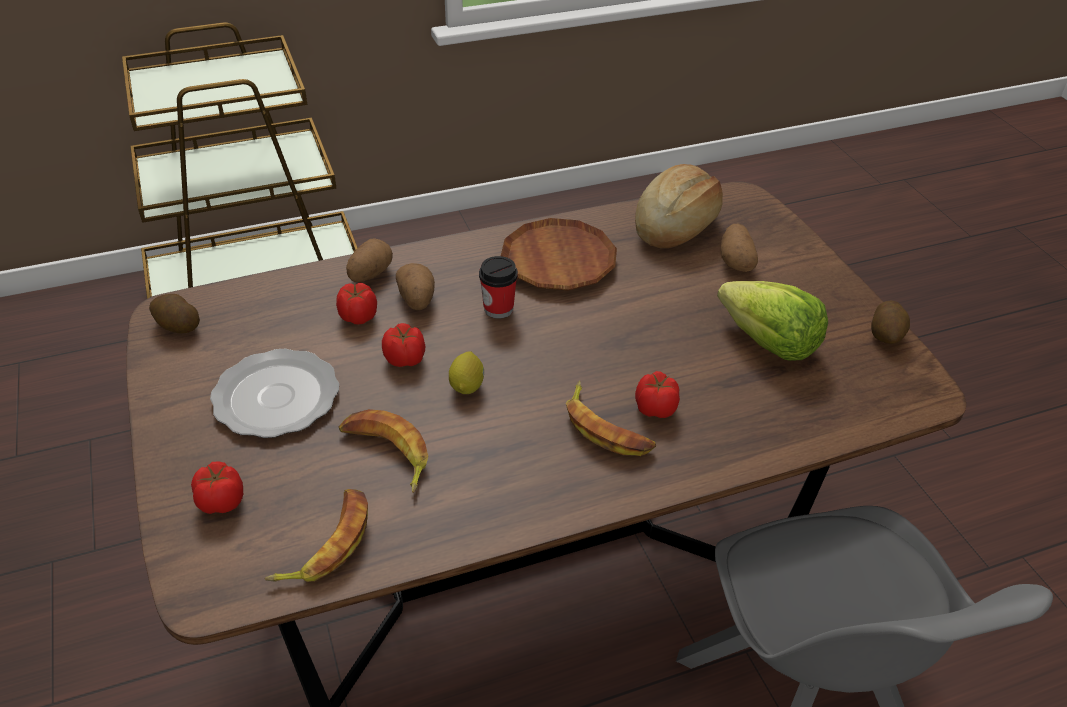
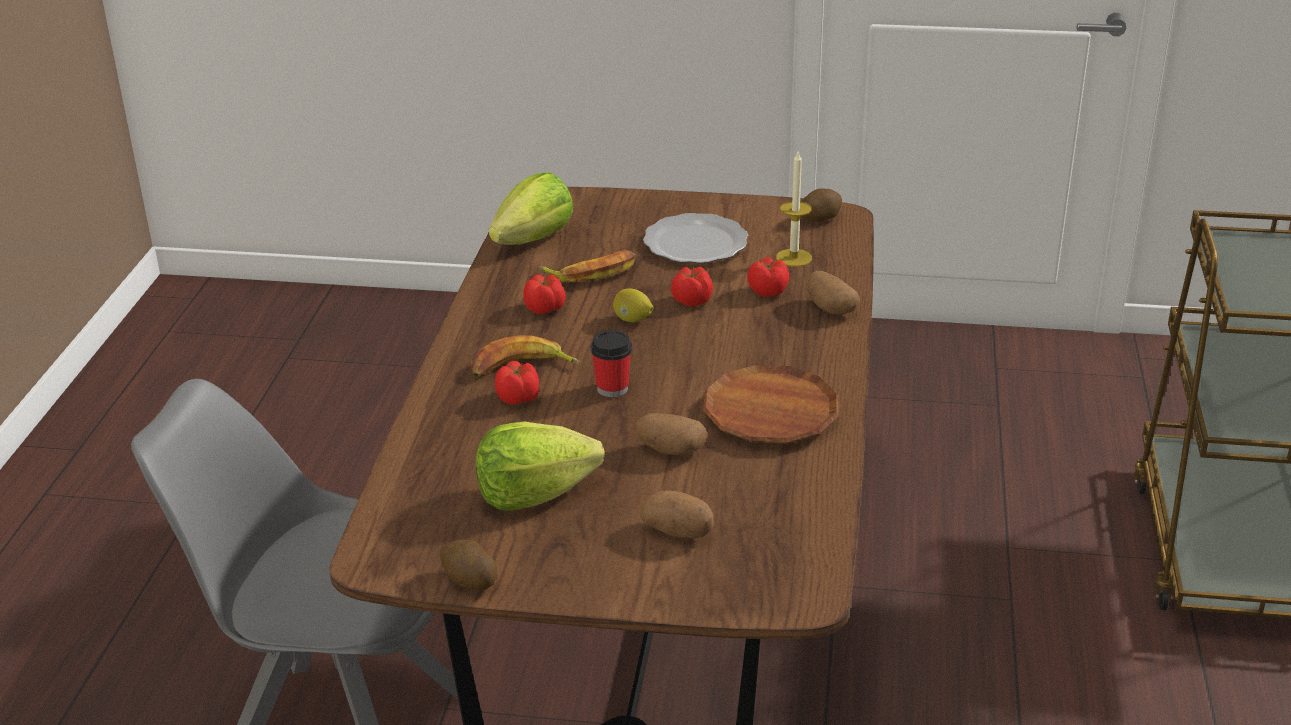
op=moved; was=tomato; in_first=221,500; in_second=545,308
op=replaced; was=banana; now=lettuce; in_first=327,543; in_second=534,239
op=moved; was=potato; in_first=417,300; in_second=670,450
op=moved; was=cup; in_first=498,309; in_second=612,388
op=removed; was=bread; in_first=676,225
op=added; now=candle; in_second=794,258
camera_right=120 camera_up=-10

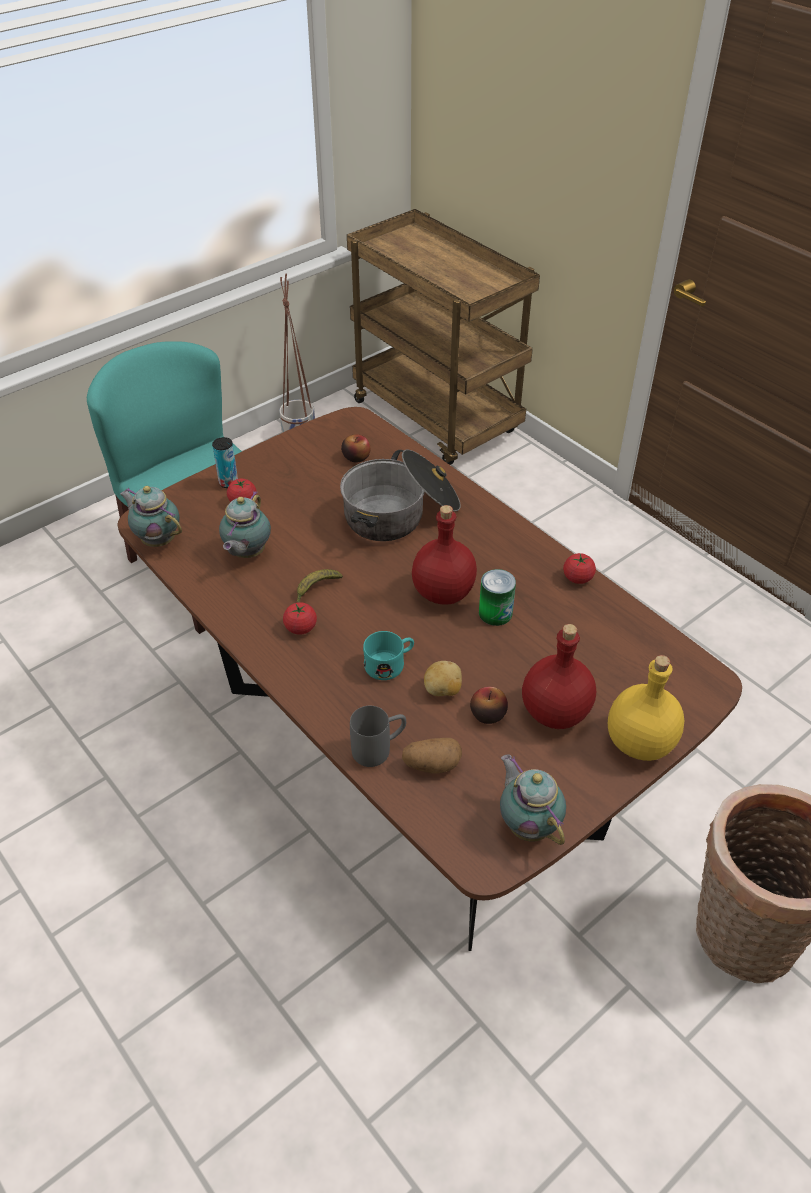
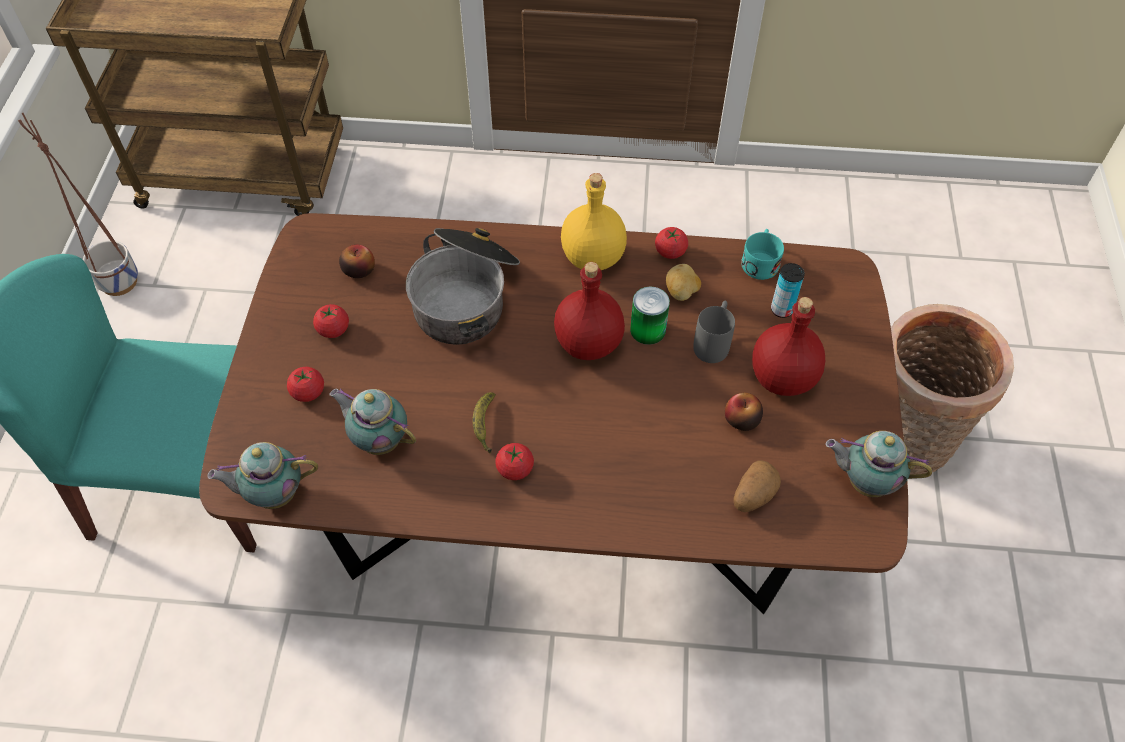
op=moved; was=can; in_first=228,483; in_second=782,309
op=turned; was=teapot; in_first=247,554; in_second=379,440; clockwise=150
op=moved; was=grey mug; in_first=379,748; in_second=713,342
op=moved; was=turquoise mug; in_first=390,663; in_second=760,261
op=moved; was=potato; in_first=442,690; in_second=681,293
op=moved; was=yellow bottle; in_first=638,743; in_second=592,258
op=added; now=tomato; in_second=333,329
camera_right=-45 camera_up=10

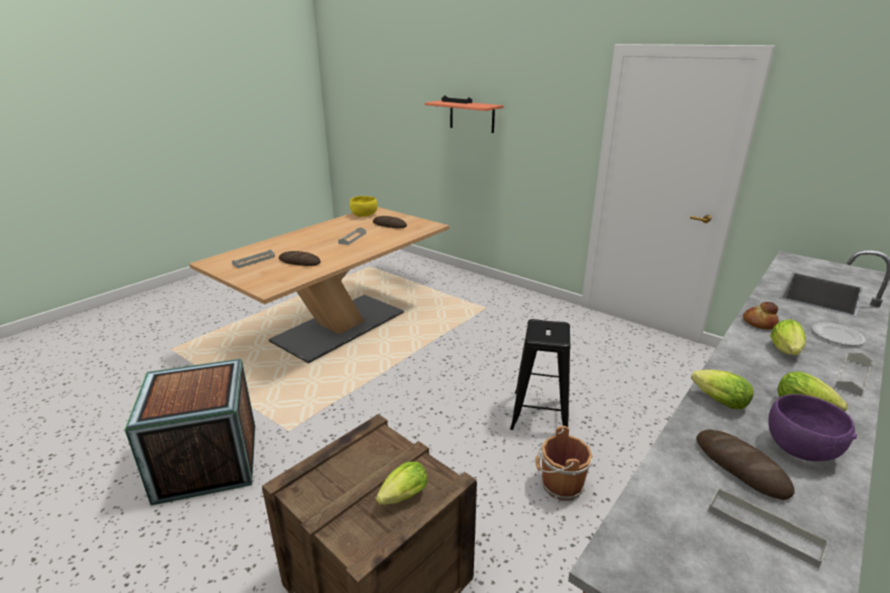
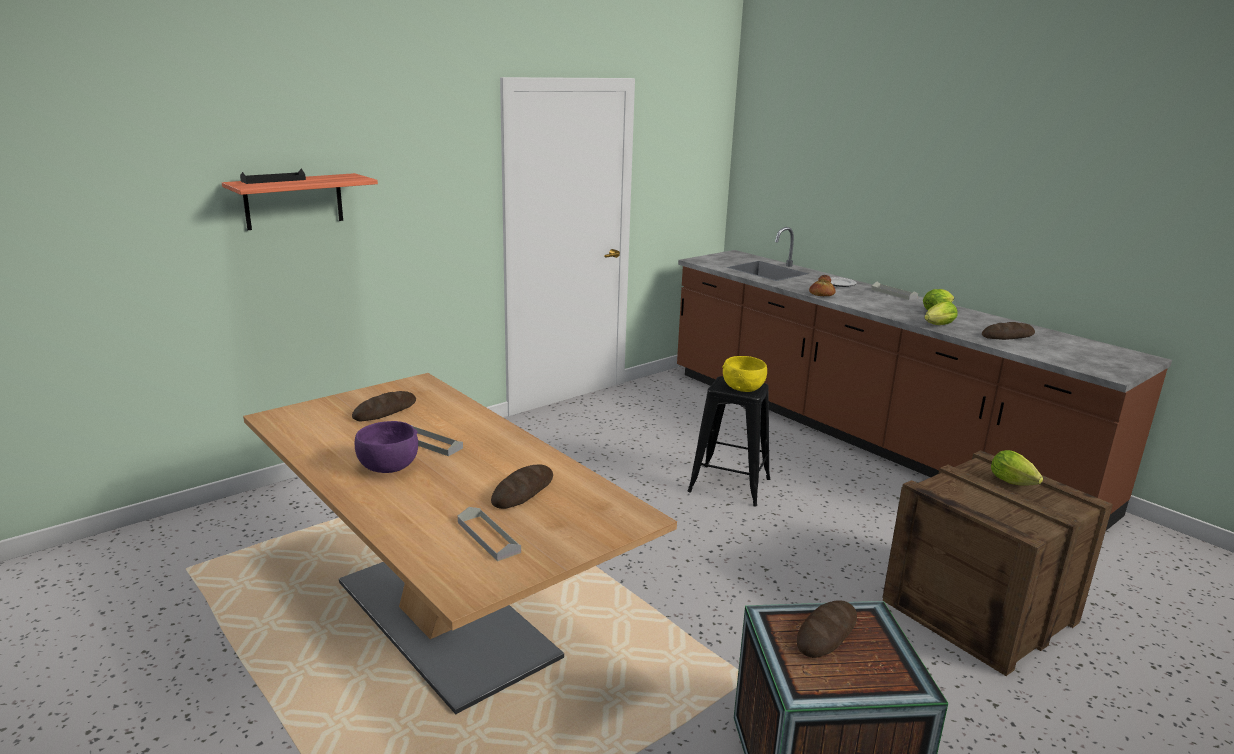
op=moved; was=yellow bowl; in_first=364,215; in_second=743,388
op=removed; was=brown bucket; in_first=560,485
op=removed; was=grey tray; in_first=764,528
op=moved; was=purple bowl; in_first=800,448; in_second=388,467
op=removed; was=lettuce; in_first=786,352
op=added; now=bread; in_second=826,633
camera_right=-80 camera_up=-5

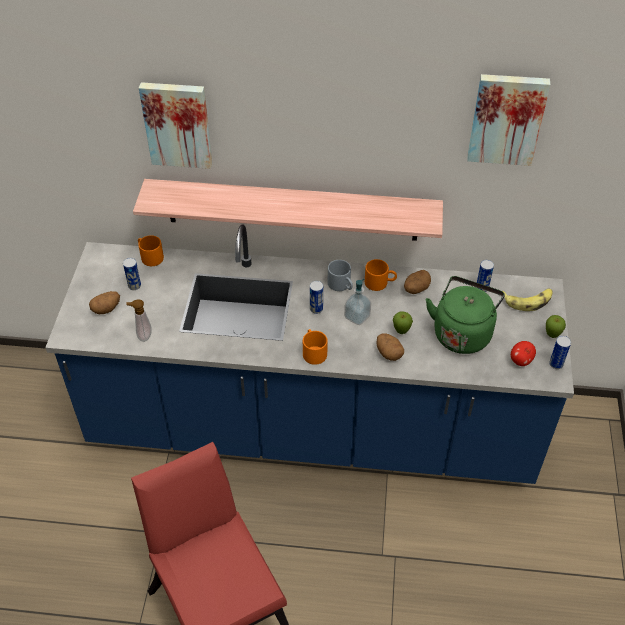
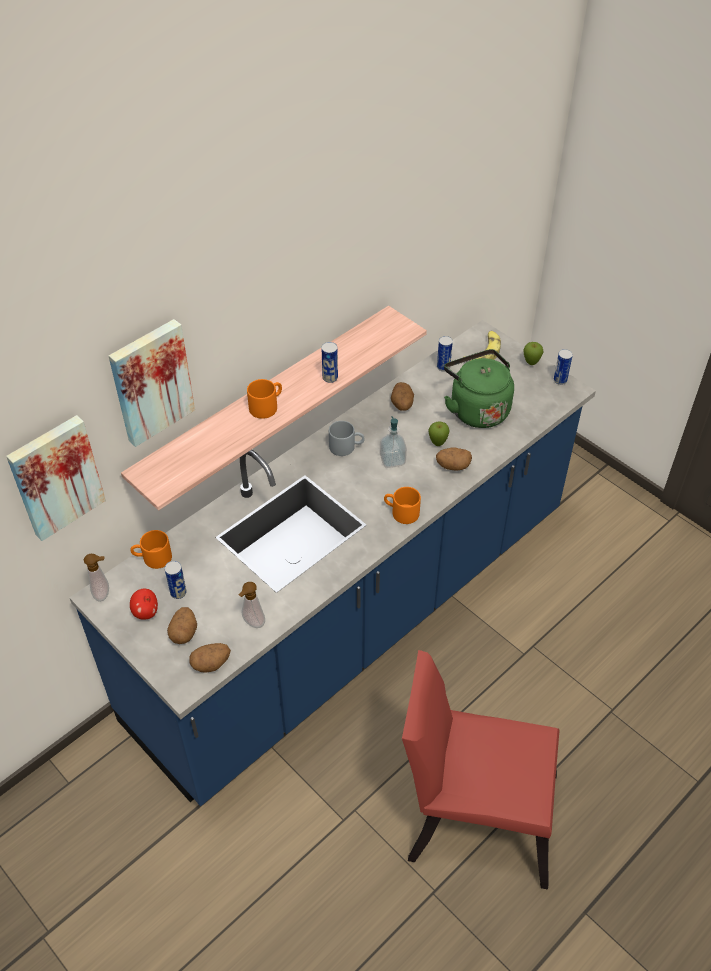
op=moved; was=can; in_first=316,309; in_second=330,378
op=moved; was=orange mug; in_first=380,282; in_second=266,405
op=moved; was=picture; in_first=506,118; in_second=55,476
op=moved; was=apple; in_first=521,360; in_second=146,612
op=added; now=soap dispenser; in_second=104,594
op=added; now=potato; in_second=211,663
camera_right=-50 camera_up=0

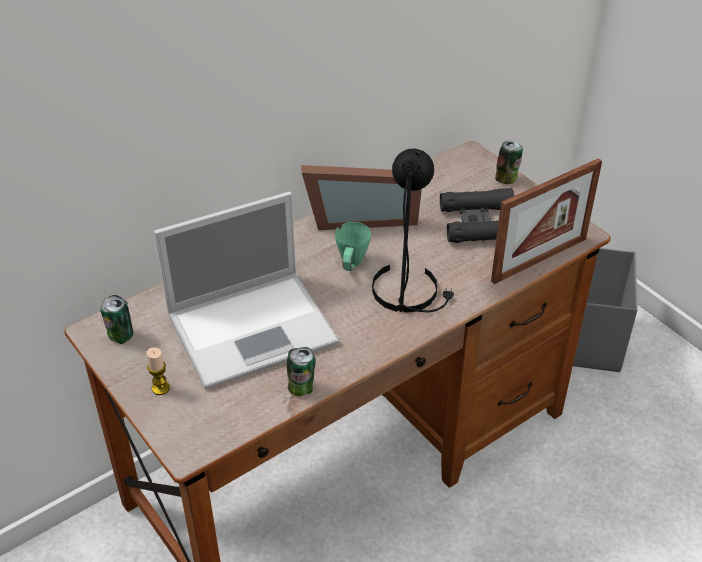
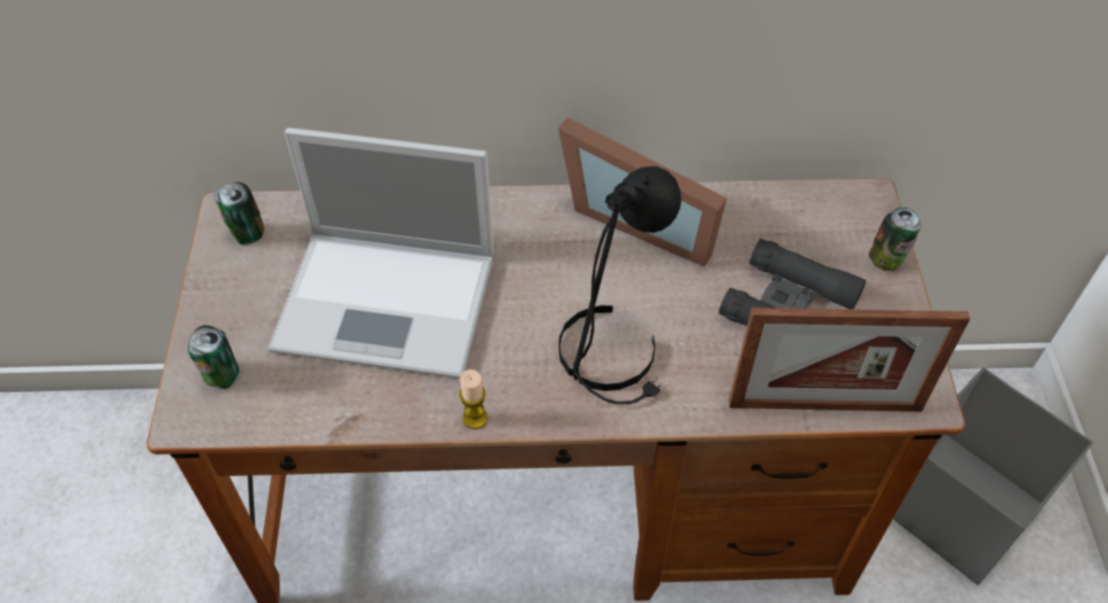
op=moved; was=candle; in_first=160,388; in_second=475,418
op=moved; was=can; in_first=301,389; in_second=222,377
op=removed; was=green mug; in_first=351,266
camera_right=35 camera_up=10

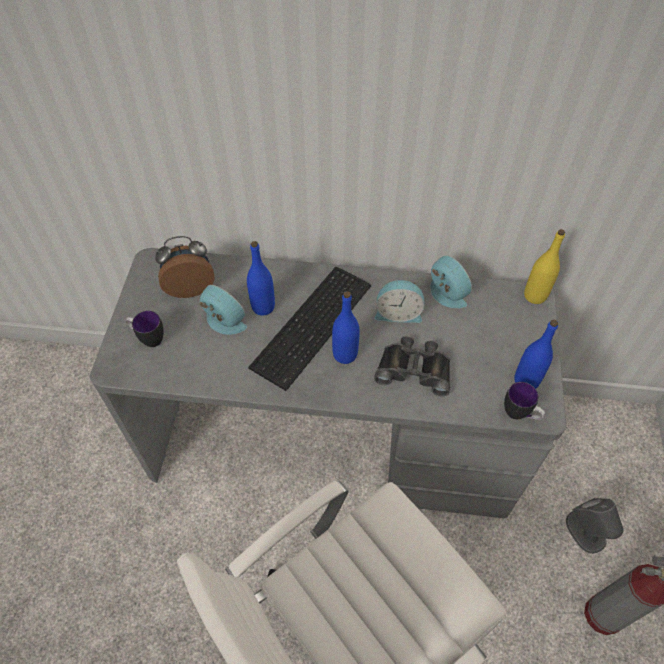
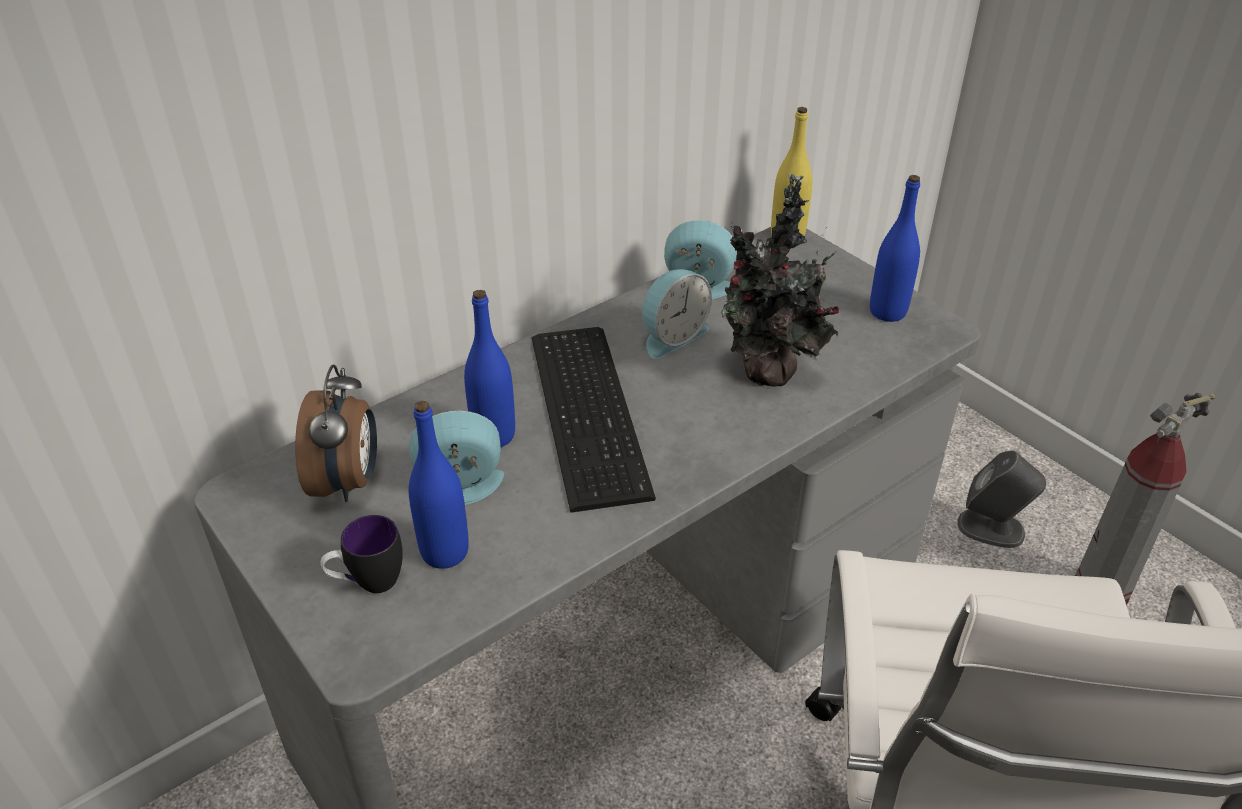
op=turned; was=alarm clock; in_first=190,286; in_second=348,481; clockwise=150
op=moved; was=blue bottle; in_first=345,354; in_second=445,552
op=replaced; was=black binoculars; now=potted plant; in_first=414,369; in_second=767,375
op=removed; was=mug; in_first=520,415
camera_right=-45 camera_up=-15

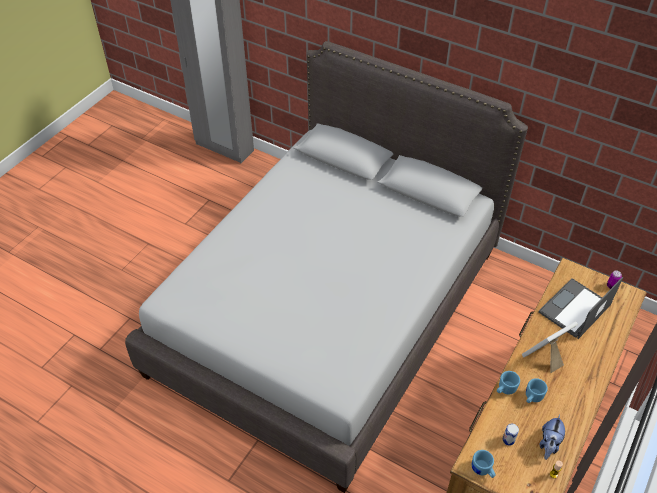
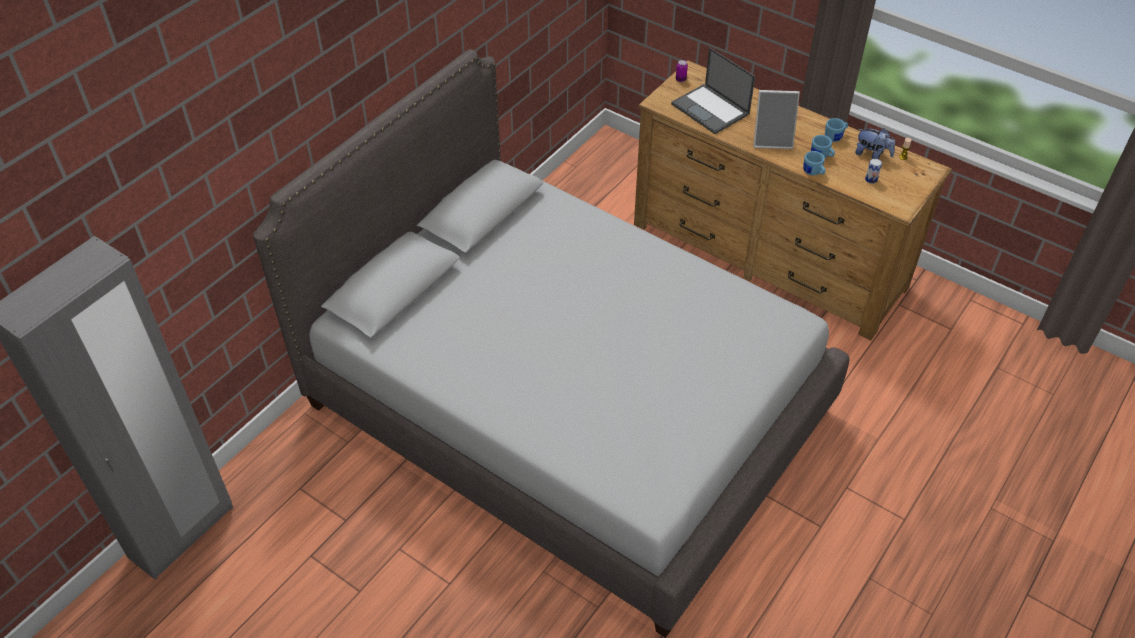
op=moved; was=blue mug; in_first=482,470; in_second=835,137
op=turned; was=picture frame; in_first=544,357; in_second=772,139; clockwise=-60
camera_right=-85 camera_up=0

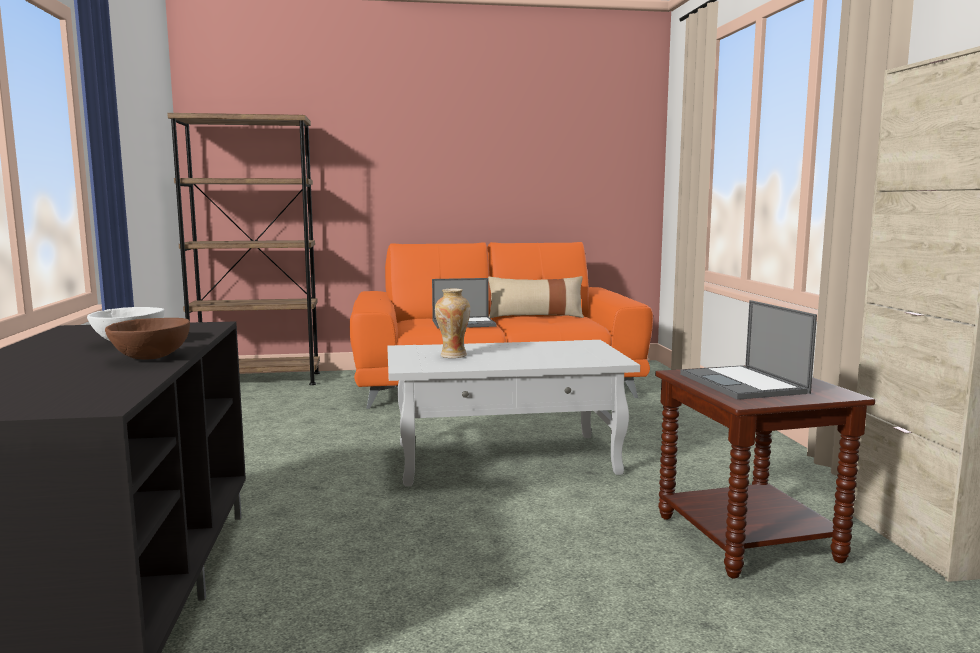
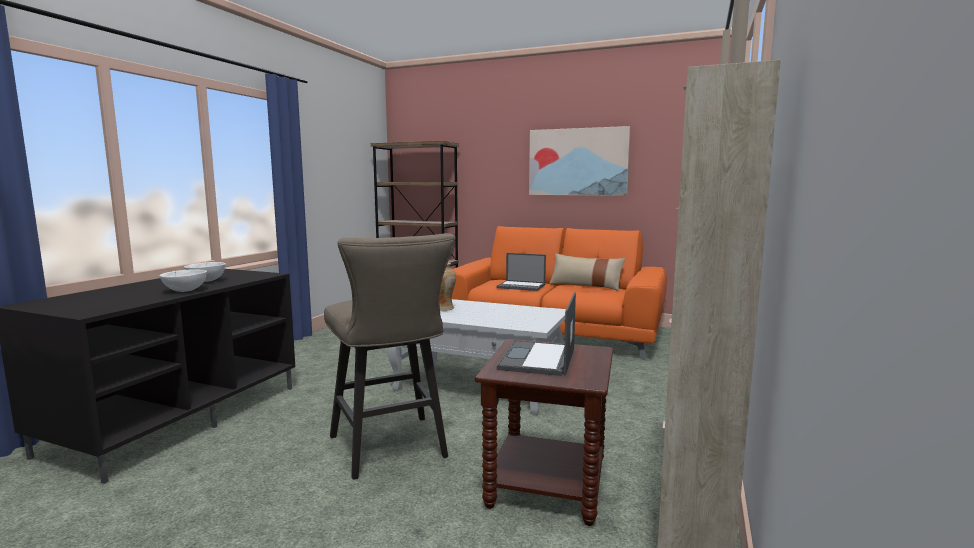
op=recoloured; was=brown bowl; now=white bowl; in_first=151,358; in_second=185,291
op=added; now=beige stool; in_second=391,450
op=added; now=picture; in_second=578,162
camera_right=30 camera_up=0

